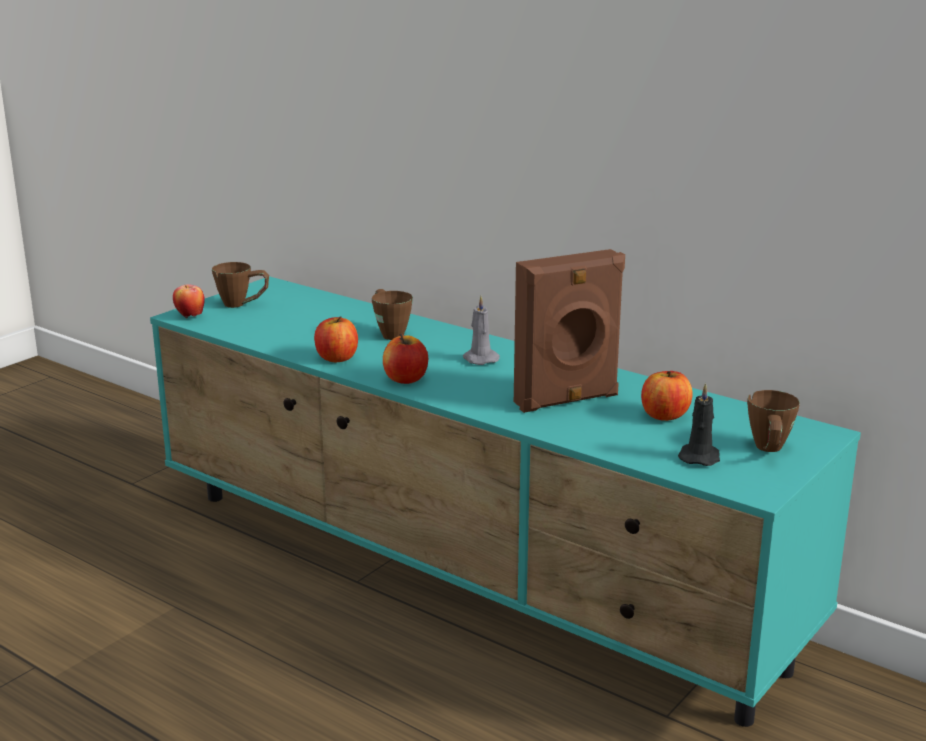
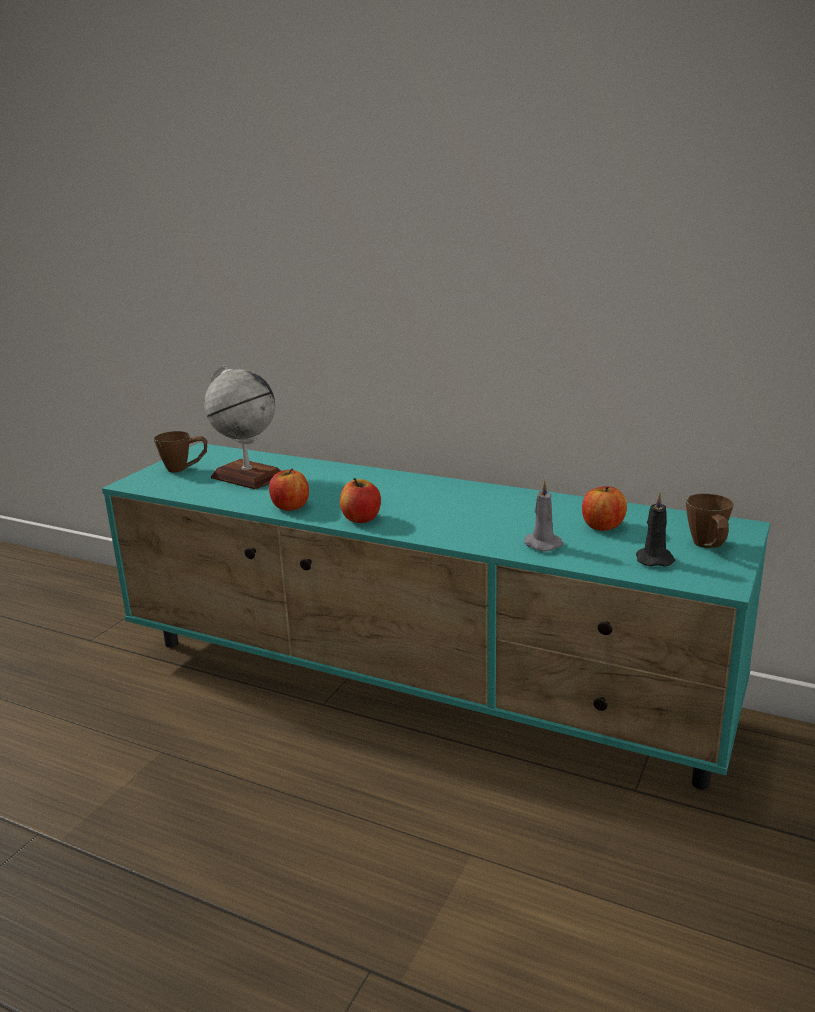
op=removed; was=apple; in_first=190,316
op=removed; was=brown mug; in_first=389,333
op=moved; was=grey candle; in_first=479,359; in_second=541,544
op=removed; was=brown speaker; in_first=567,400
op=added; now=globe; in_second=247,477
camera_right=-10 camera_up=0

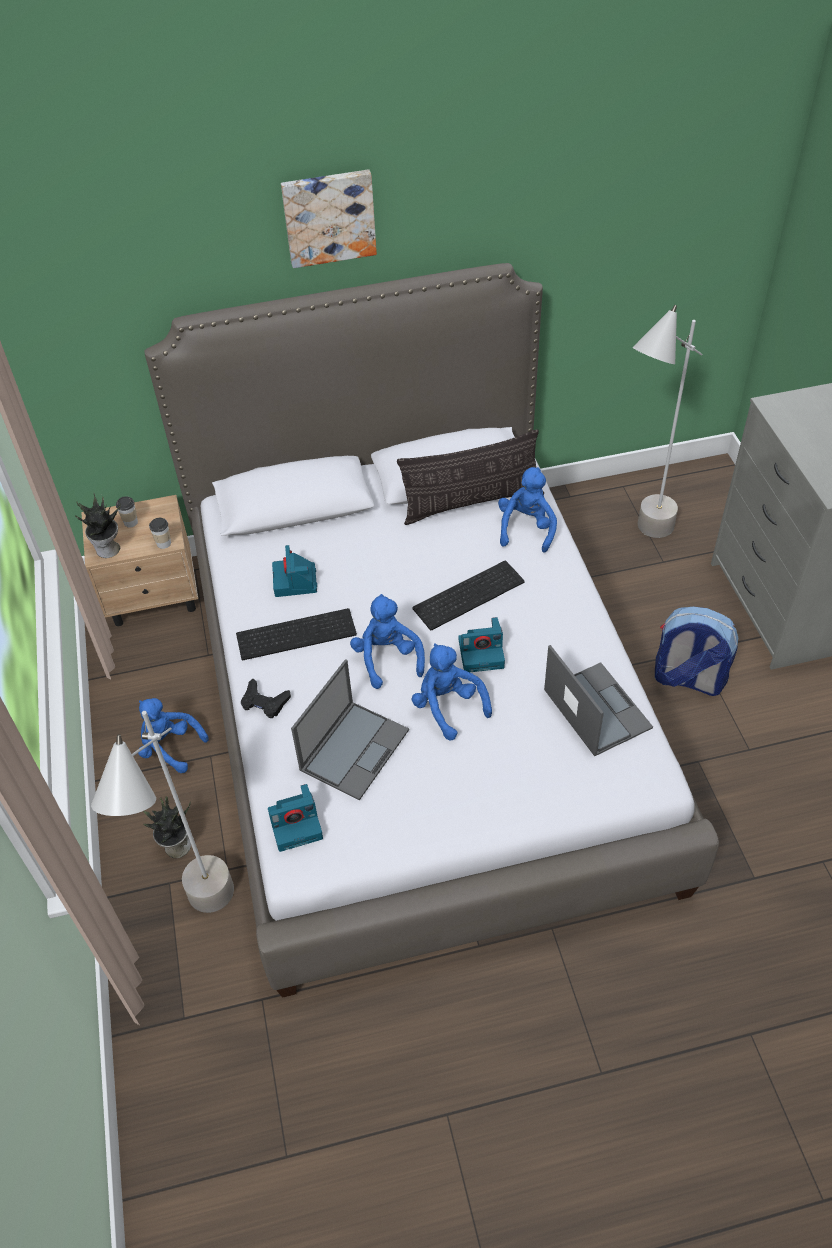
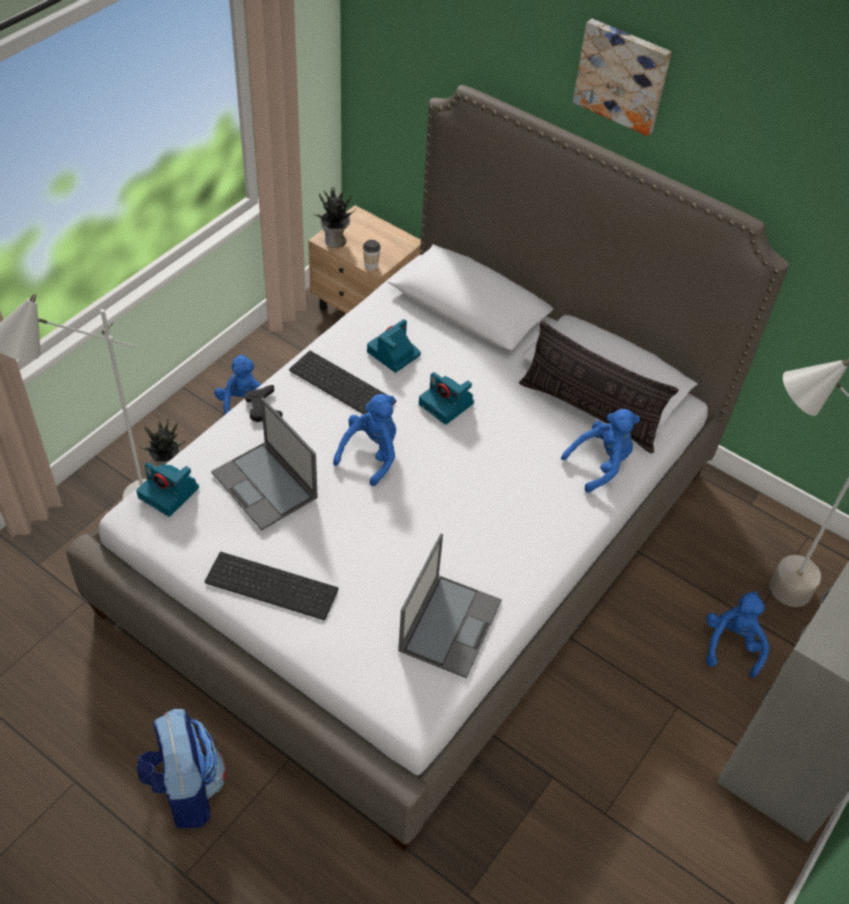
op=removed; was=cup; in_first=131,522
op=turned; was=laptop; in_first=355,748; in_second=265,486; clockwise=60
op=moved; was=keyboard; in_first=468,593; in_second=273,584
op=moved; was=blue plush toy; in_first=448,707; in_second=731,645
op=moved; was=photo camera; in_first=482,652; in_second=447,404
op=moved; was=backpack; in_first=687,679; in_second=185,789
camera_right=45 camera_up=0

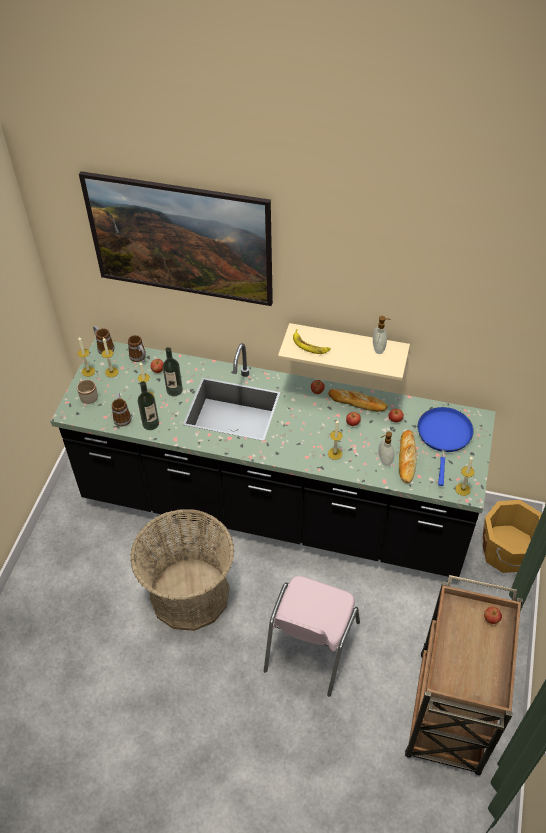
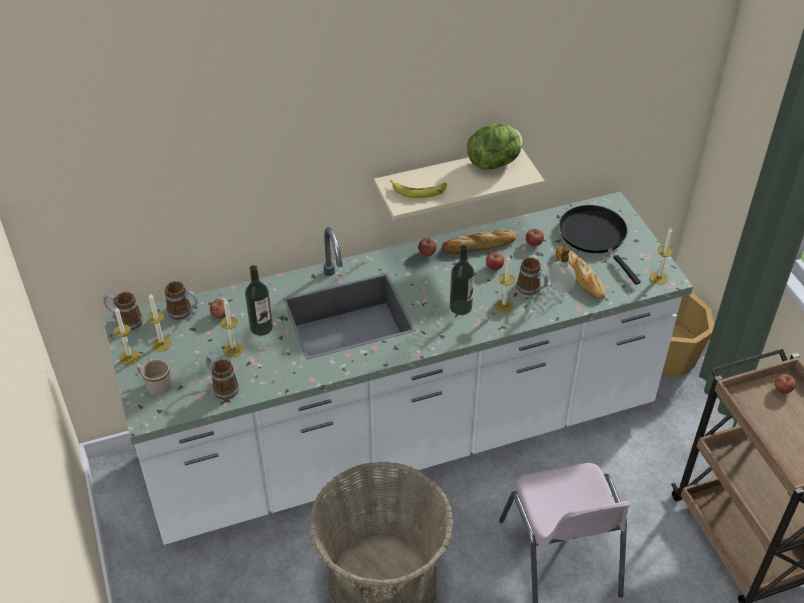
op=recoloured; was=black counter; now=white counter; in_first=274,508; in_second=402,436
op=removed; was=picture; in_first=183,264
op=moved; was=bottle; in_first=150,423; in_second=460,307
op=replaced; was=soap dispenser; now=lettuce; in_first=379,348; in_second=495,163
op=recoloured; was=blue frying pan; now=black frying pan; in_first=444,436; in_second=595,237
op=added; now=mug; in_second=532,290
camera_right=-35 camera_up=-5

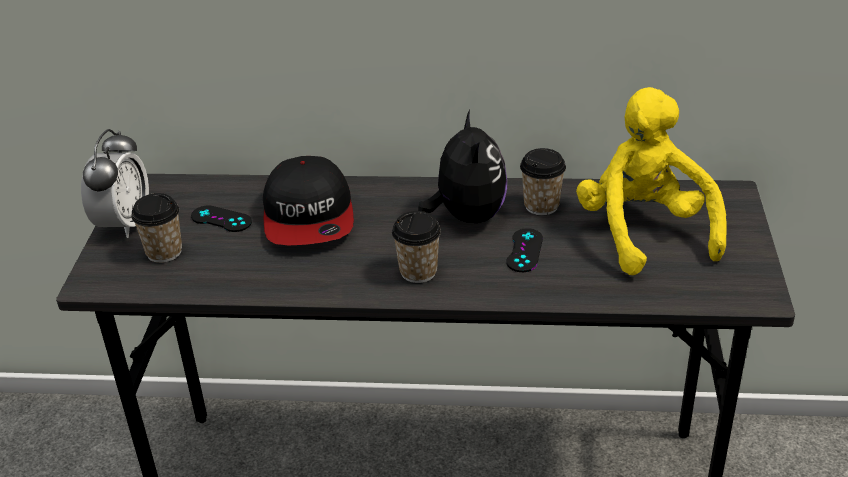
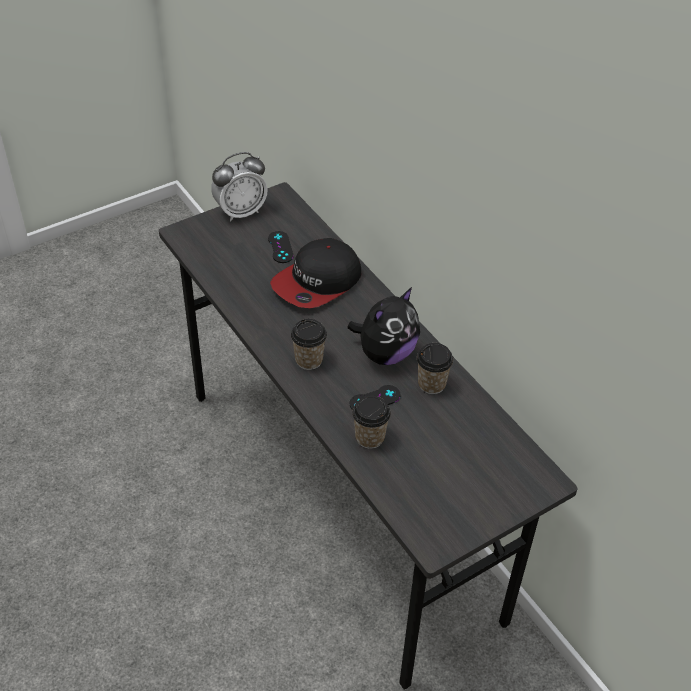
op=moved; was=cup; in_first=164,252; in_second=369,437
op=removed; was=yellow plush toy; in_first=644,232
camera_right=50 camera_up=10

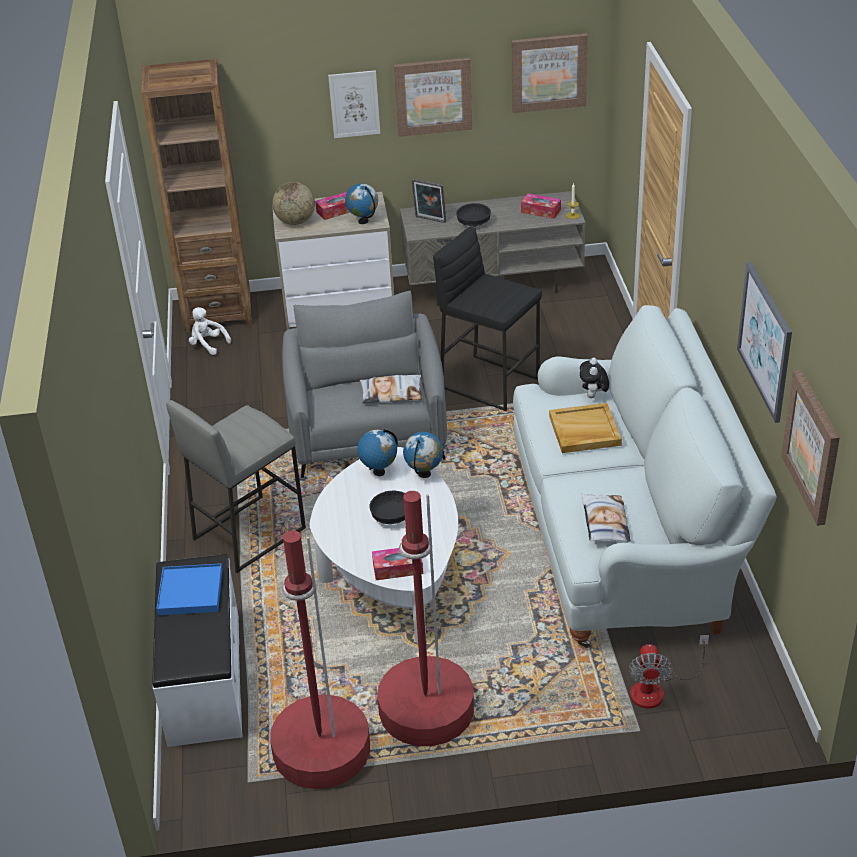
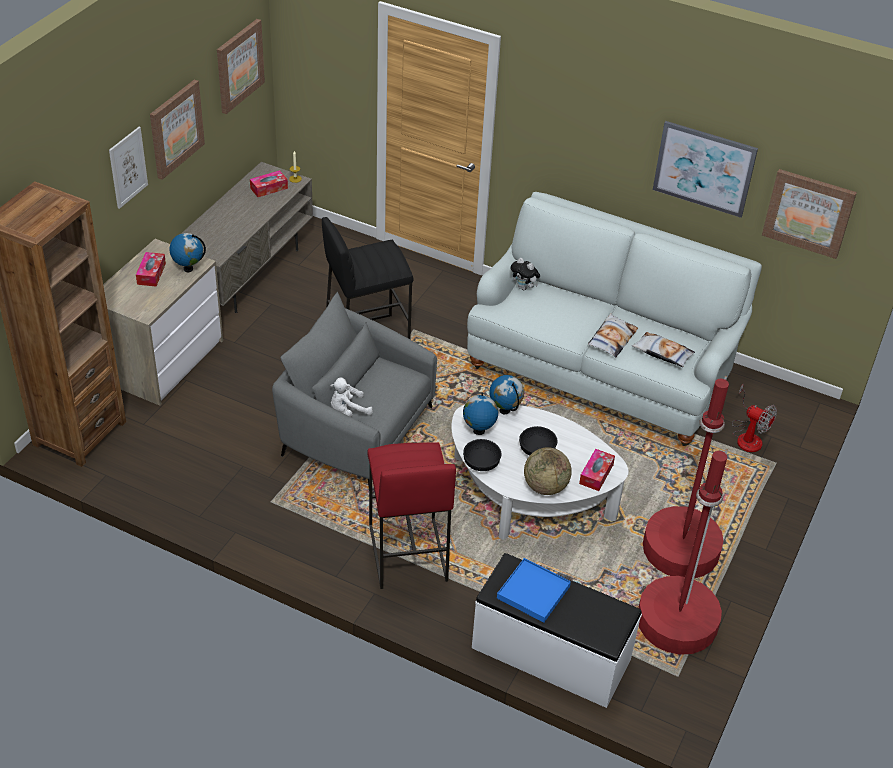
op=recoloured; was=grey stool; now=red stool; in_first=248,533; in_second=406,552
op=moved; was=white plush toy; in_first=208,345; in_second=348,411
op=moved; was=globe; in_first=295,221; in_second=545,487
op=moved; was=pillow; in_first=391,393; in_second=612,339
op=removed; was=picture frame; in_first=430,220
op=moved; was=black bowl; in_first=473,223; in_second=480,463
op=removed; was=beige tray; in_first=584,431
camera_right=-60 camera_up=5

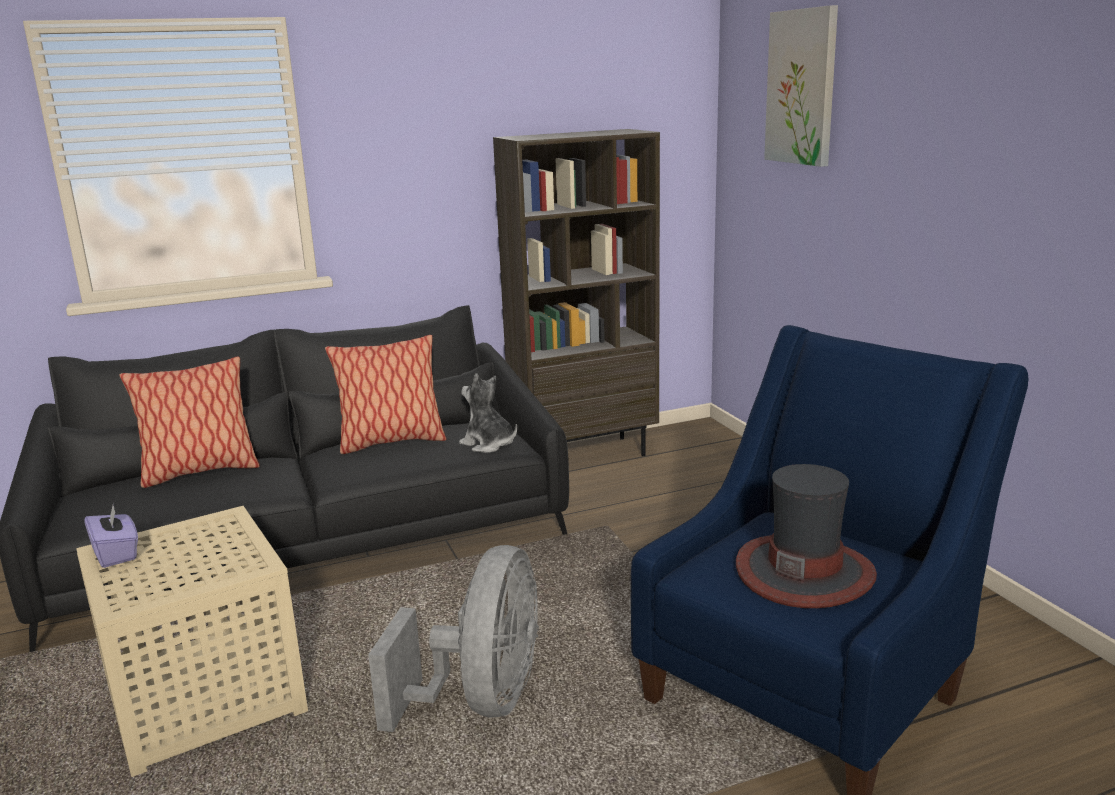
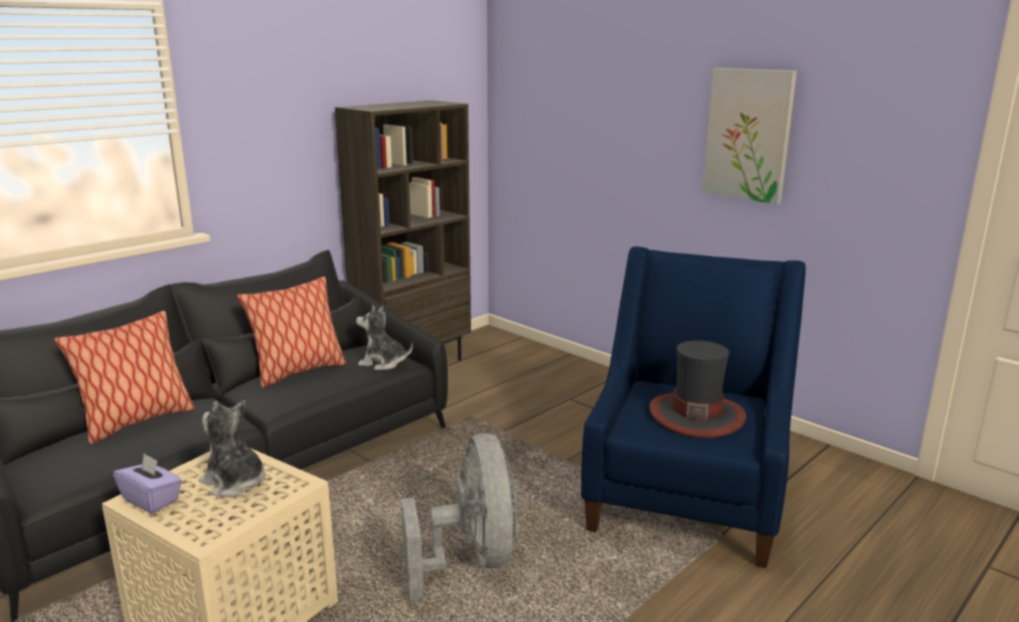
op=moved; was=picture; in_first=802,87; in_second=748,135
op=added; now=plush toy; in_second=235,482
camera_right=-25 camera_up=0

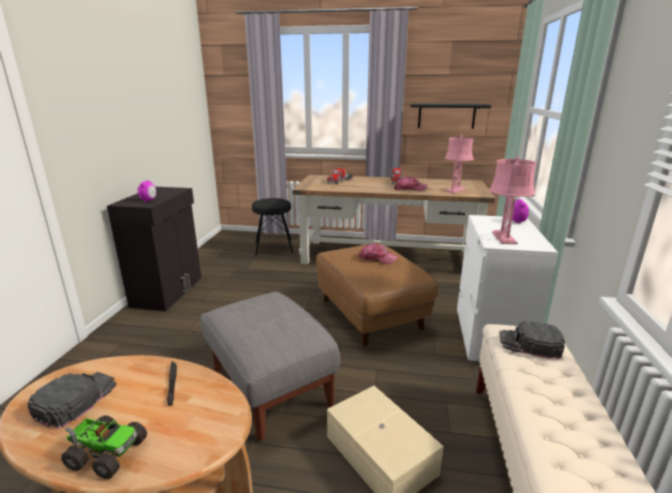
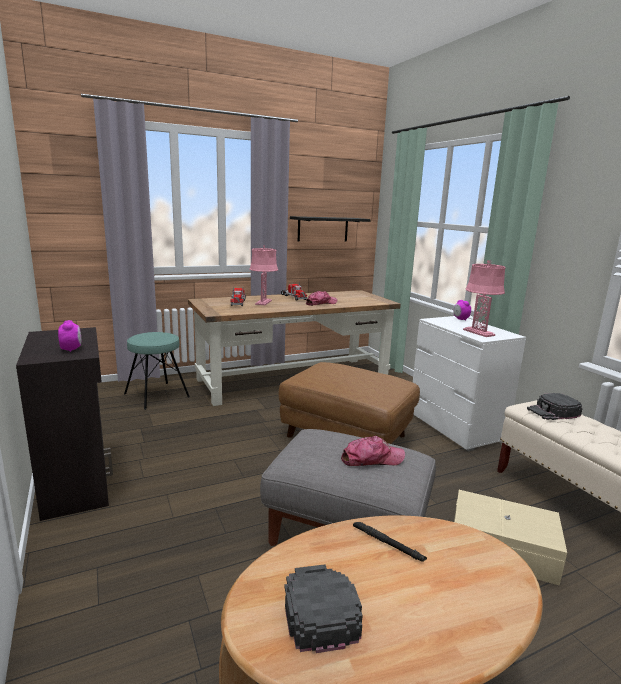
op=removed; was=toy truck; in_first=107,453
op=recoloured; was=black stool; now=turquoise stool; in_first=274,247; in_second=156,395
op=moved; was=cap; in_first=377,258; in_second=372,459
op=moved; was=pink table lamp; in_first=455,190; in_second=263,302
camera_right=-35 camera_up=-5

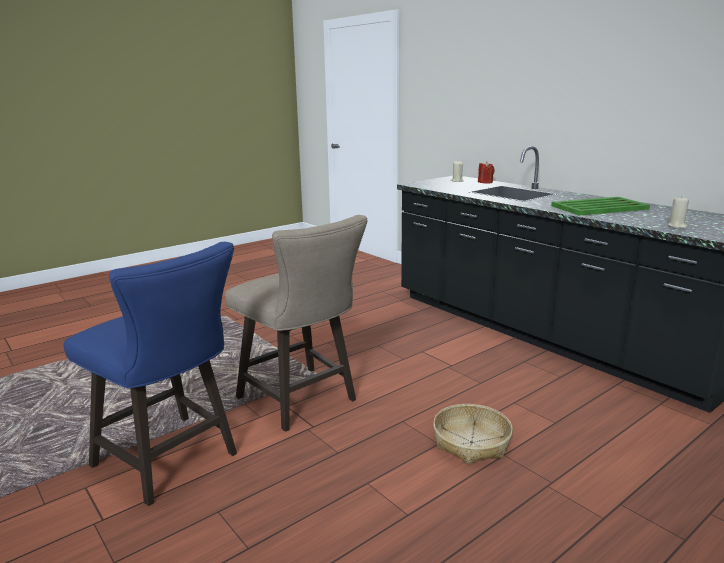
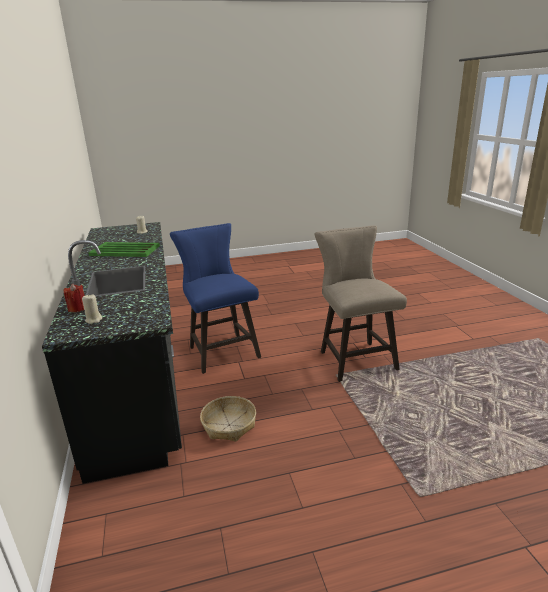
op=moved; was=blue stool; in_first=172,462; in_second=221,350
op=moved; was=basket; in_first=471,442; in_second=229,425
camera_right=-155 camera_up=5

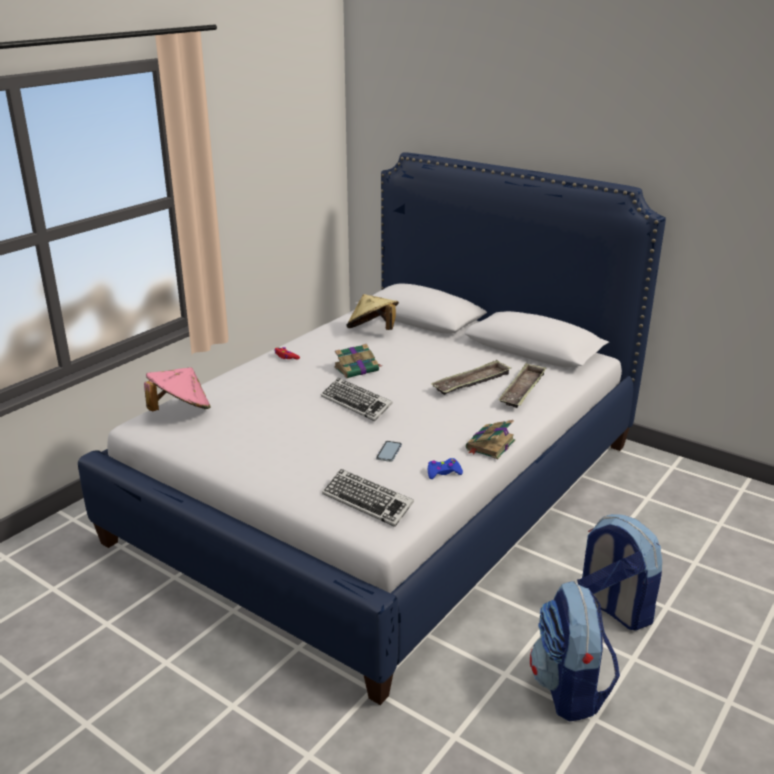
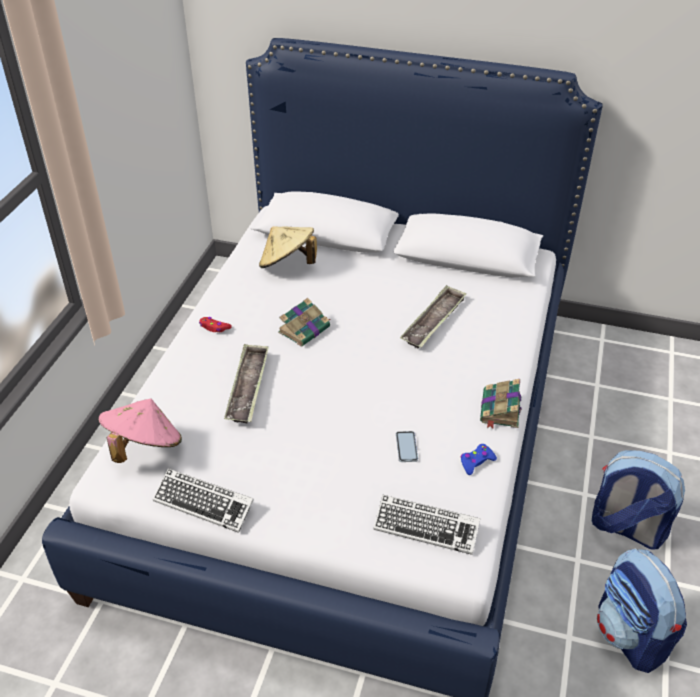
op=moved; was=keyboard; in_first=356,403; in_second=204,503
op=moved; was=tray; in_first=522,390; in_second=248,387
camera_right=-20 camera_up=15

